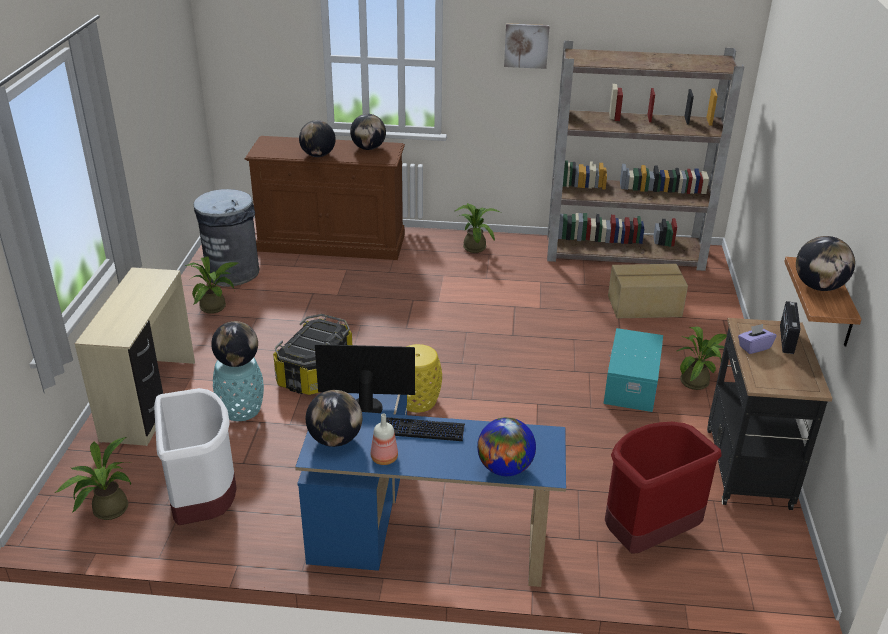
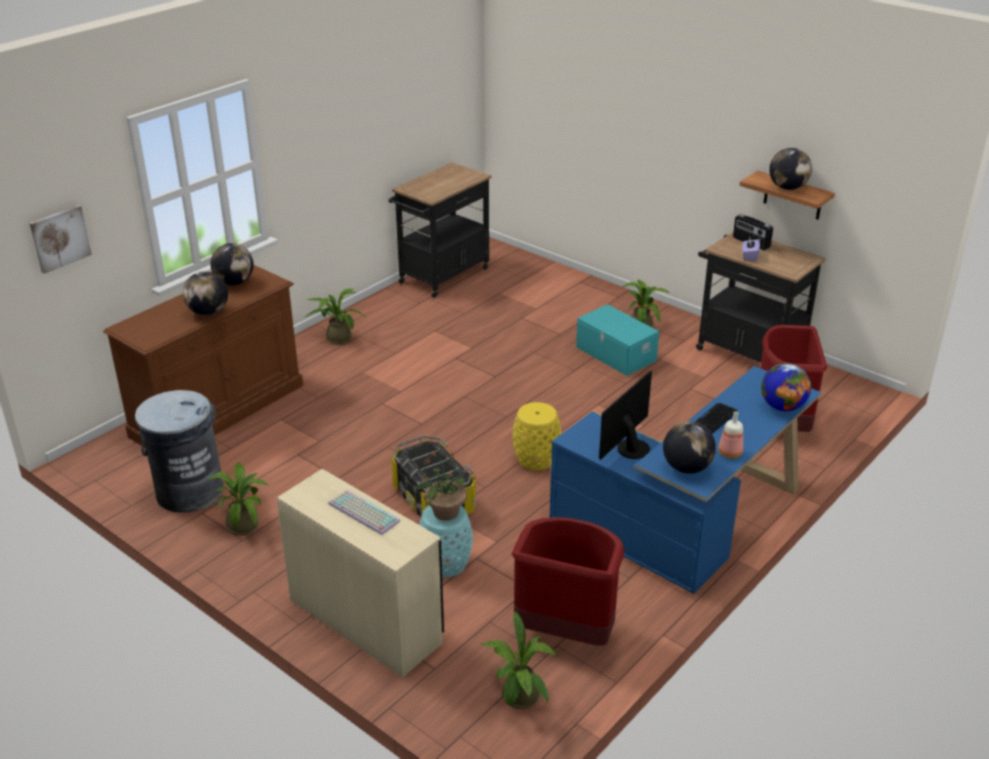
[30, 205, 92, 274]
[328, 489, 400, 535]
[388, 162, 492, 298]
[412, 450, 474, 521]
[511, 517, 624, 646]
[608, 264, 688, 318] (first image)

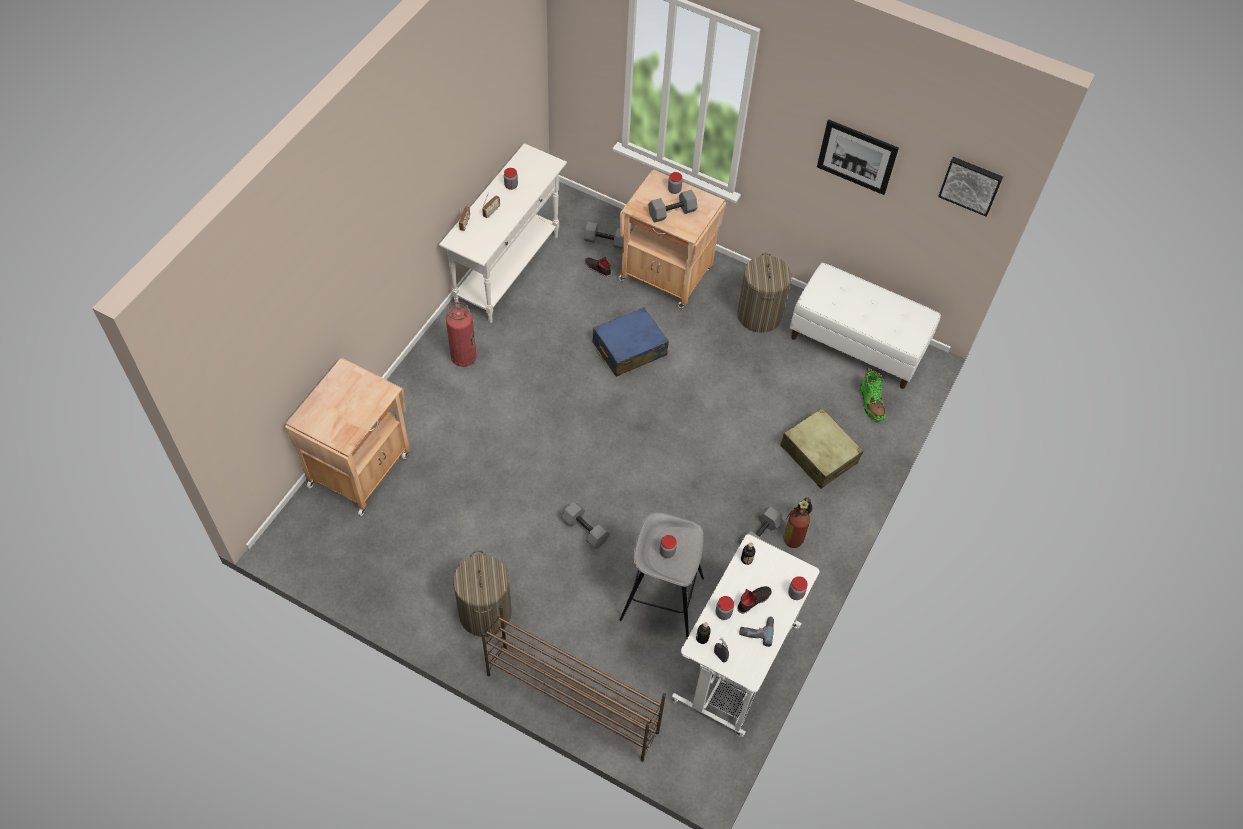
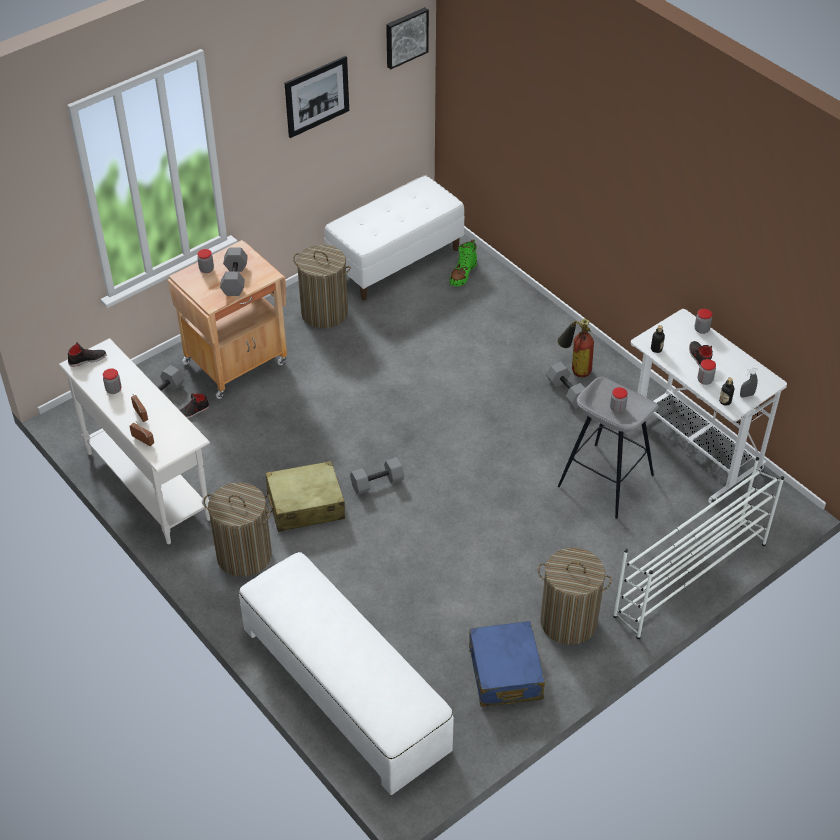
[67, 343, 106, 367]
[204, 483, 272, 577]
[239, 552, 454, 795]
[265, 461, 345, 532]
[350, 457, 404, 495]
[449, 240, 477, 286]
[469, 621, 545, 707]
[613, 457, 784, 639]
[739, 616, 774, 647] (first image)

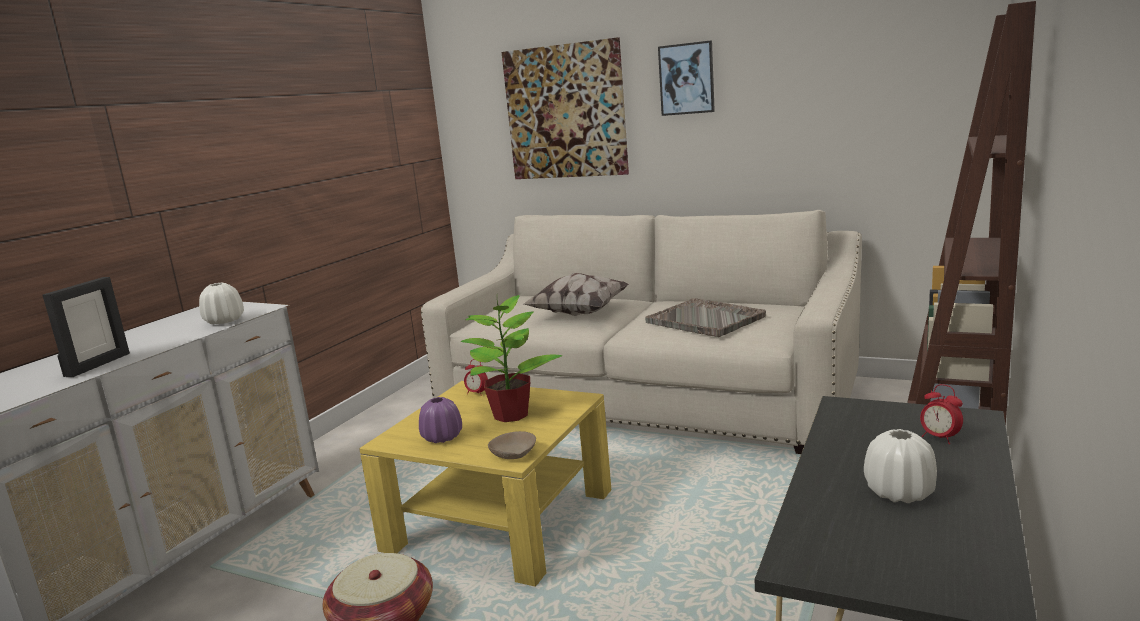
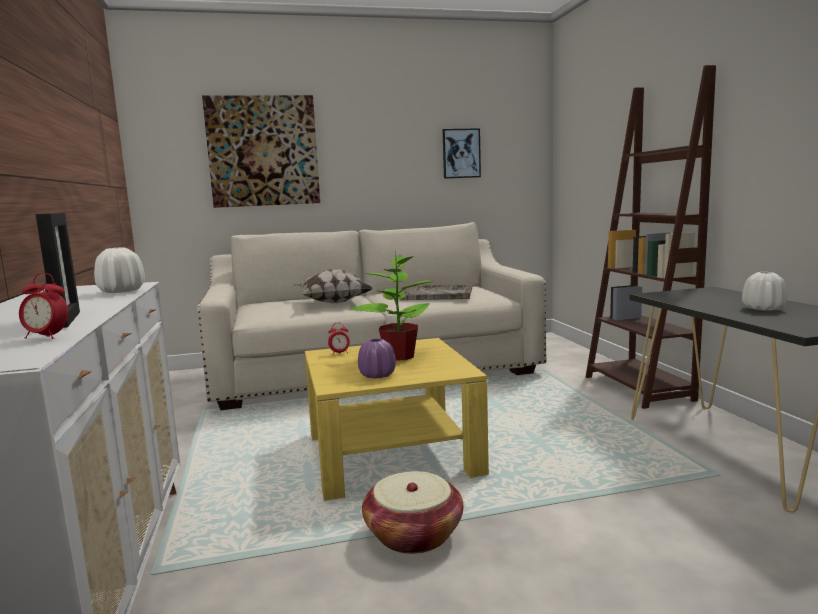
[19, 273, 68, 339]
[442, 128, 481, 179]
[488, 431, 536, 459] (first image)

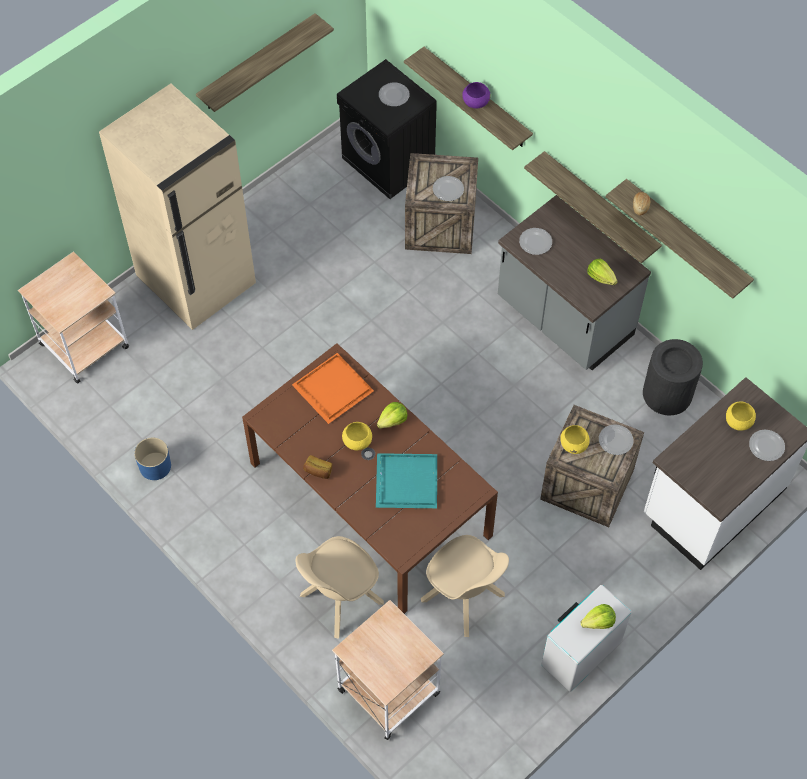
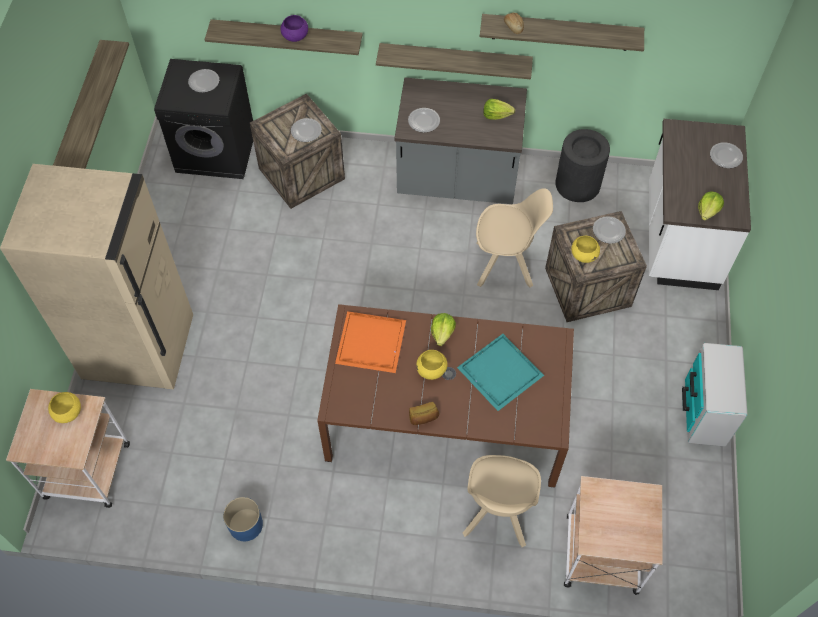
[48, 392, 81, 423]
[476, 188, 553, 288]
[698, 192, 724, 221]

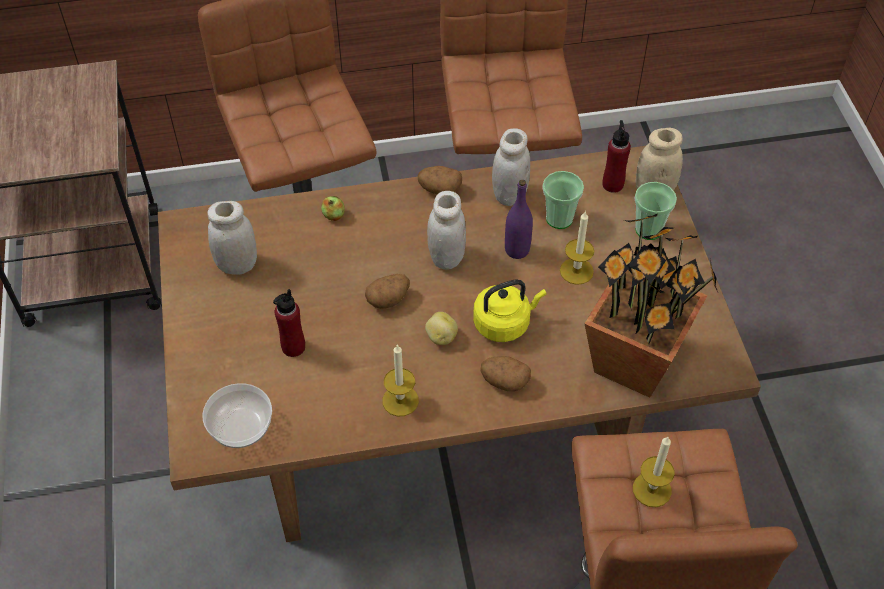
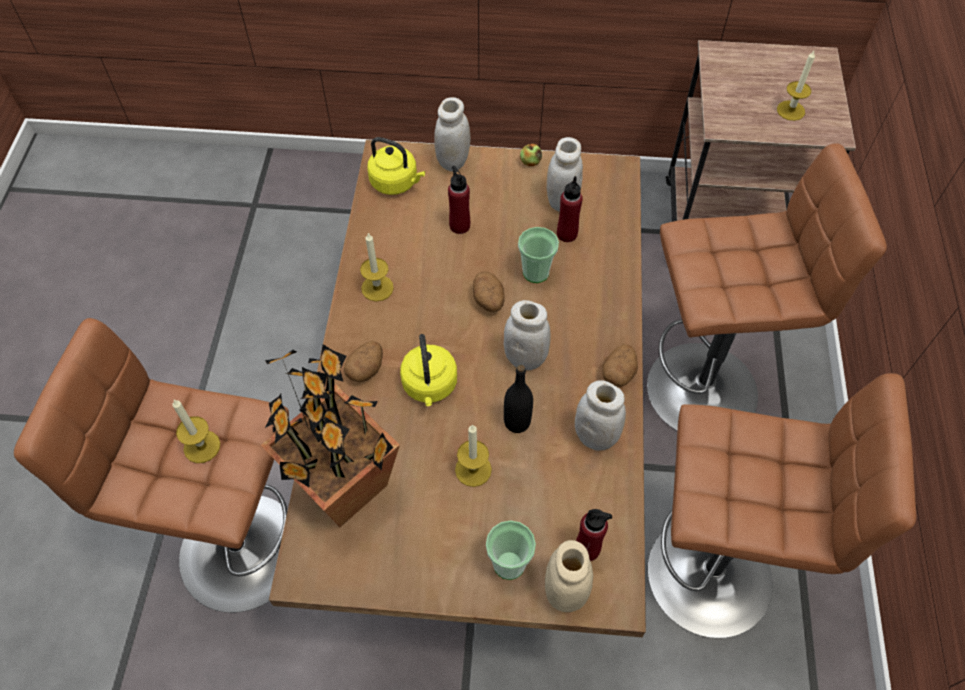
[367, 137, 425, 195]
[434, 97, 470, 172]
[504, 365, 533, 433]
[518, 227, 559, 283]
[520, 144, 542, 166]
[557, 176, 583, 242]
[777, 51, 815, 121]
[425, 312, 458, 345] (first image)

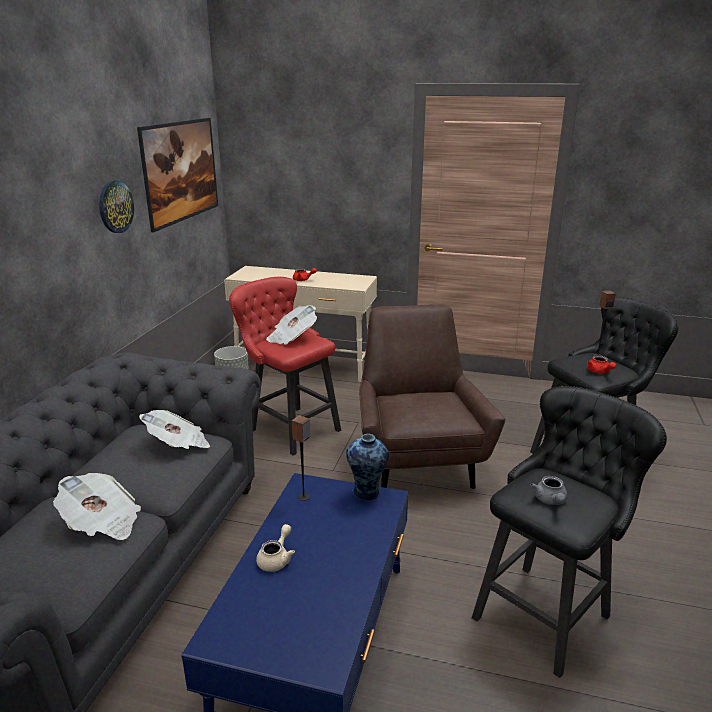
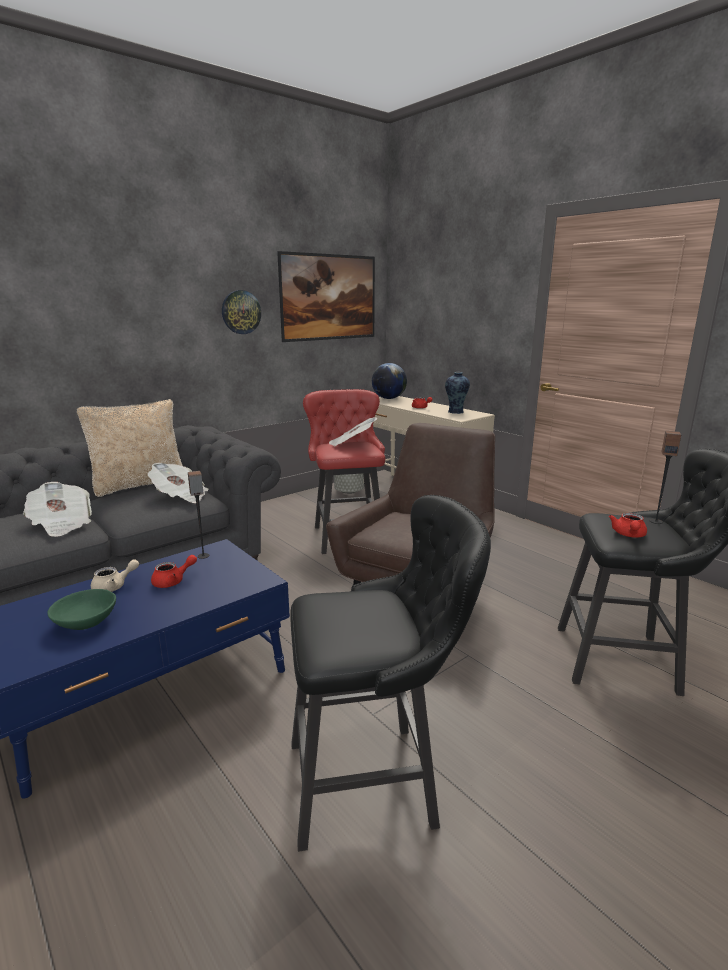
[47, 589, 116, 630]
[77, 399, 183, 497]
[151, 555, 197, 588]
[372, 363, 407, 399]
[445, 372, 470, 414]
[530, 476, 567, 505] (first image)

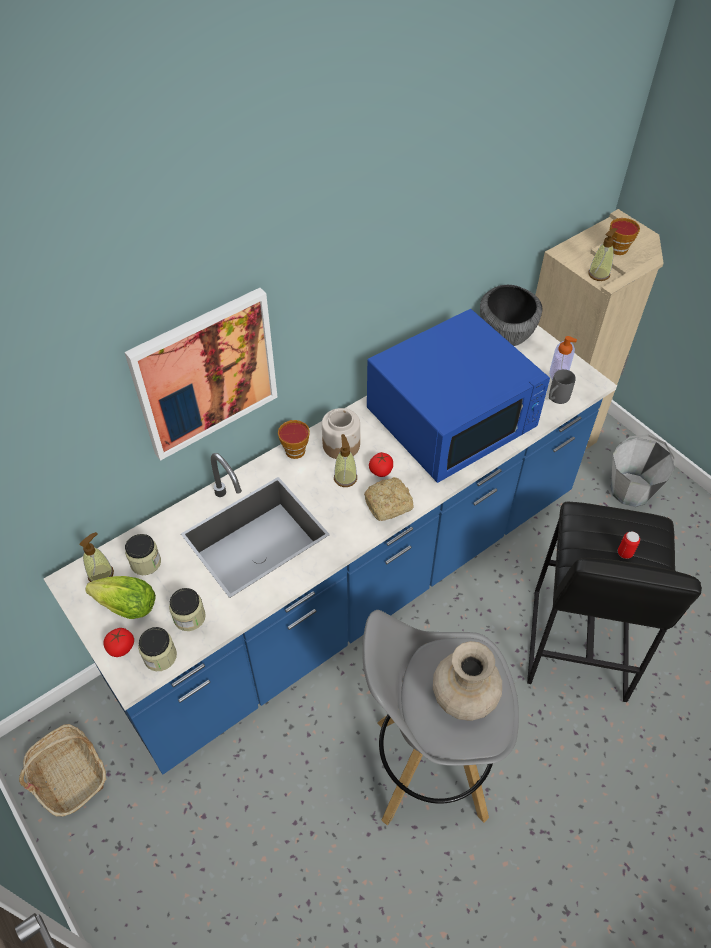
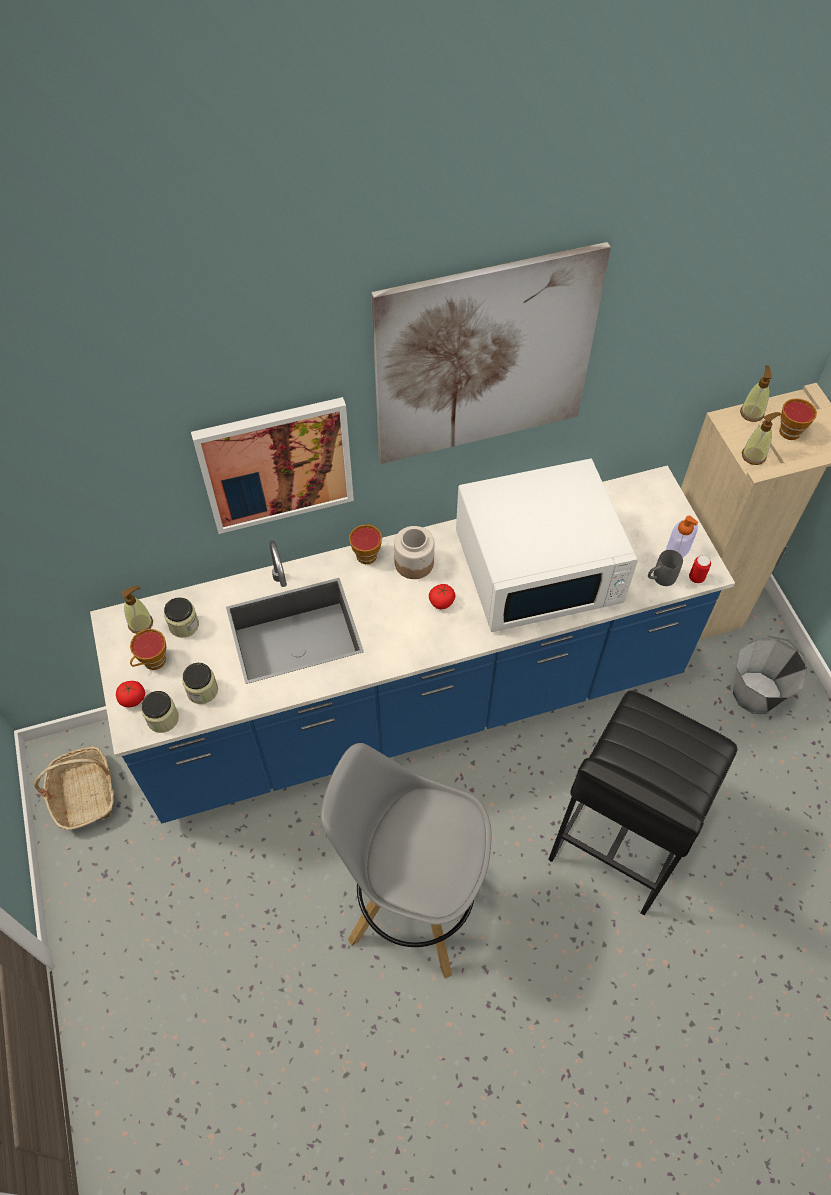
[130, 629, 166, 670]
[371, 242, 611, 464]
[456, 459, 638, 632]
[689, 556, 711, 583]
[740, 365, 772, 422]
[364, 477, 414, 521] (first image)
[433, 641, 502, 721] (first image)
[480, 285, 542, 346] (first image)

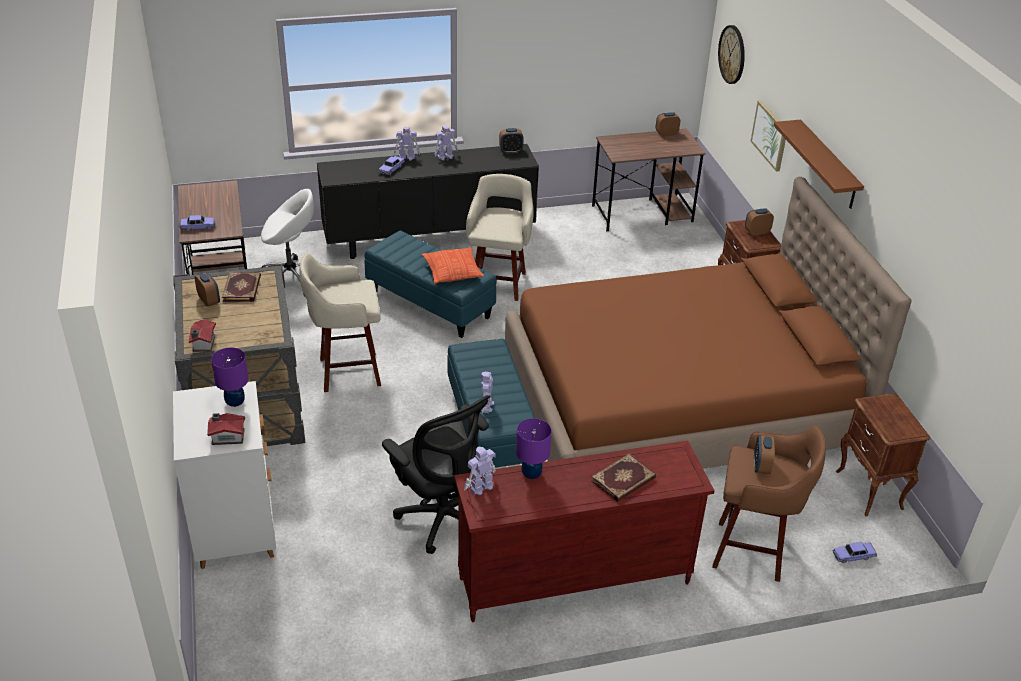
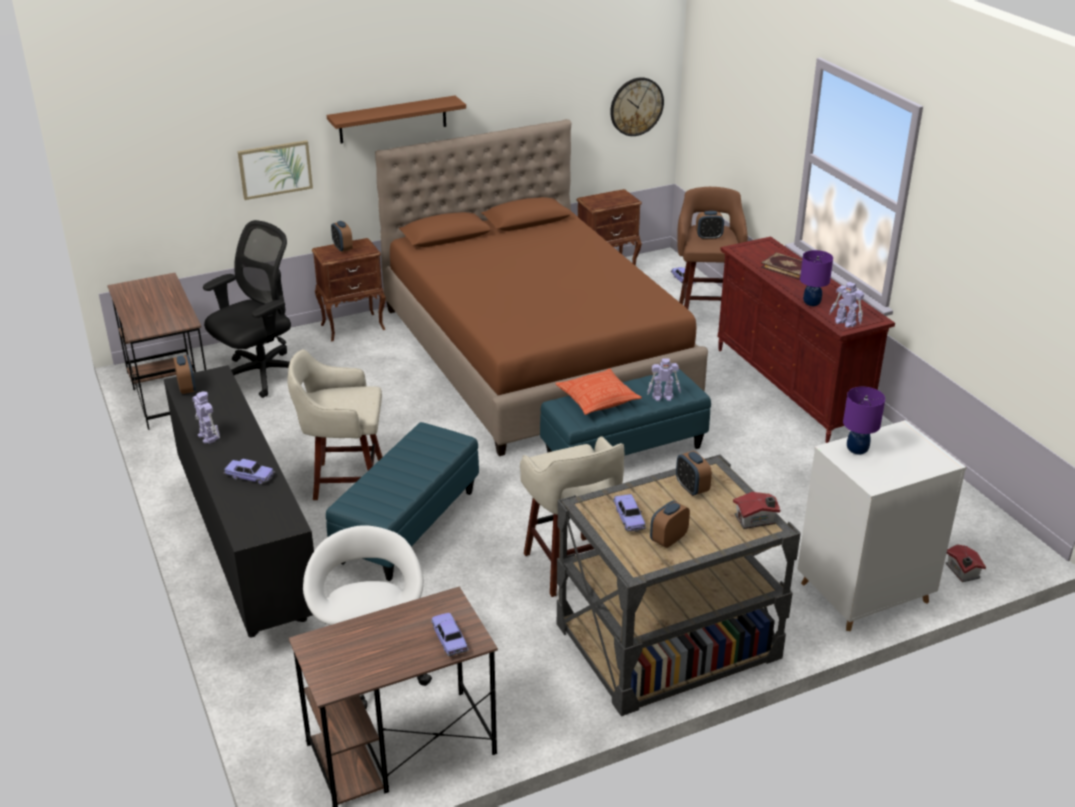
[203, 220, 291, 398]
[555, 369, 642, 415]
[610, 77, 664, 136]
[613, 494, 646, 532]
[676, 451, 712, 496]
[945, 544, 986, 582]
[394, 127, 420, 161] (first image)

